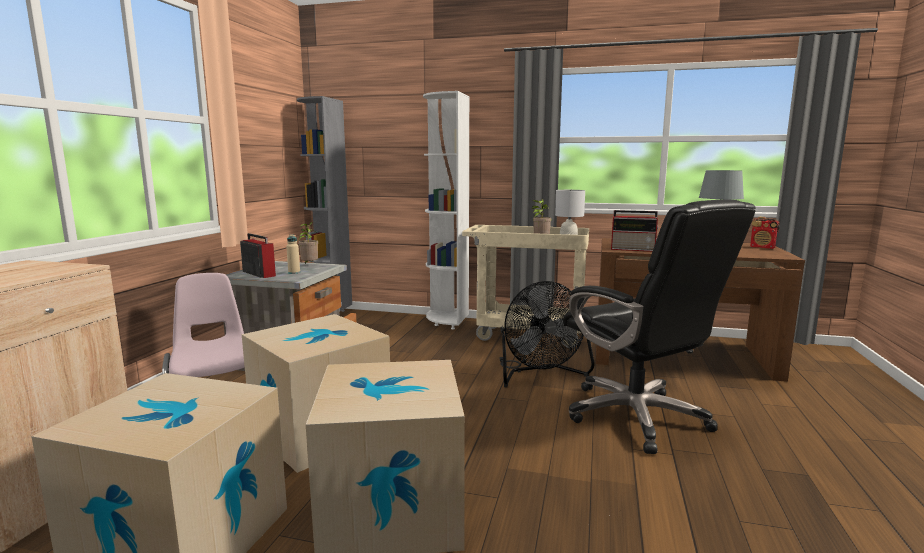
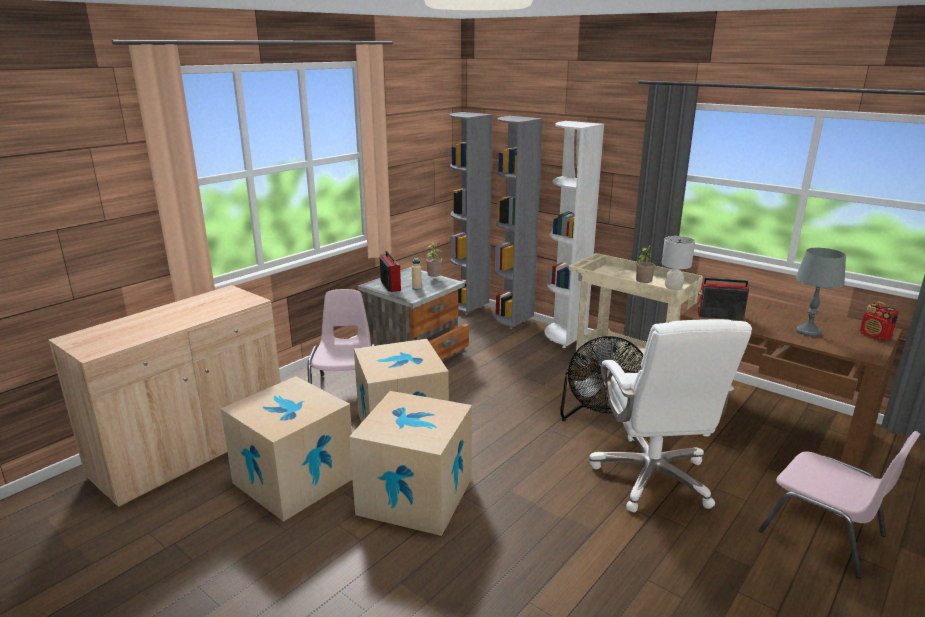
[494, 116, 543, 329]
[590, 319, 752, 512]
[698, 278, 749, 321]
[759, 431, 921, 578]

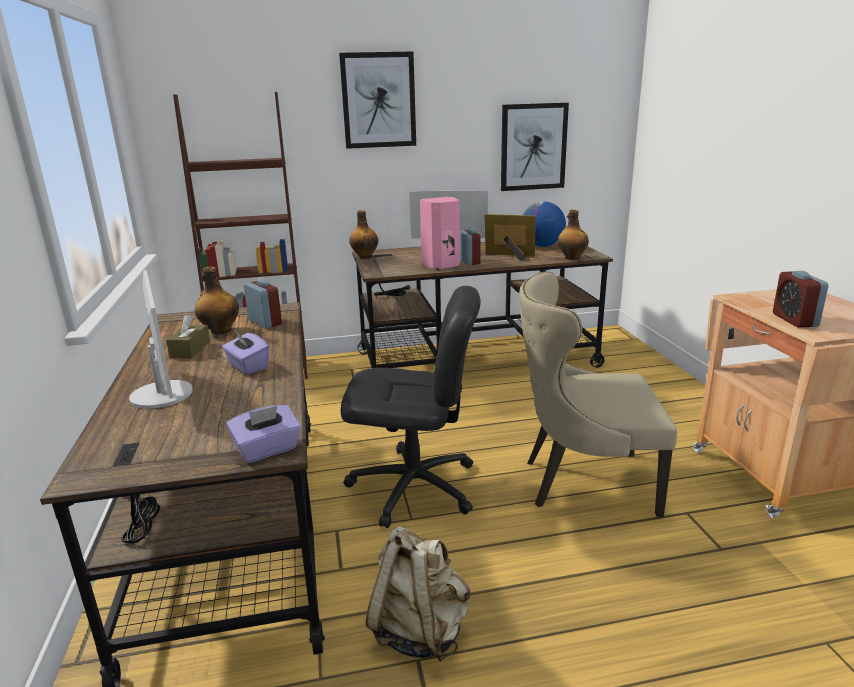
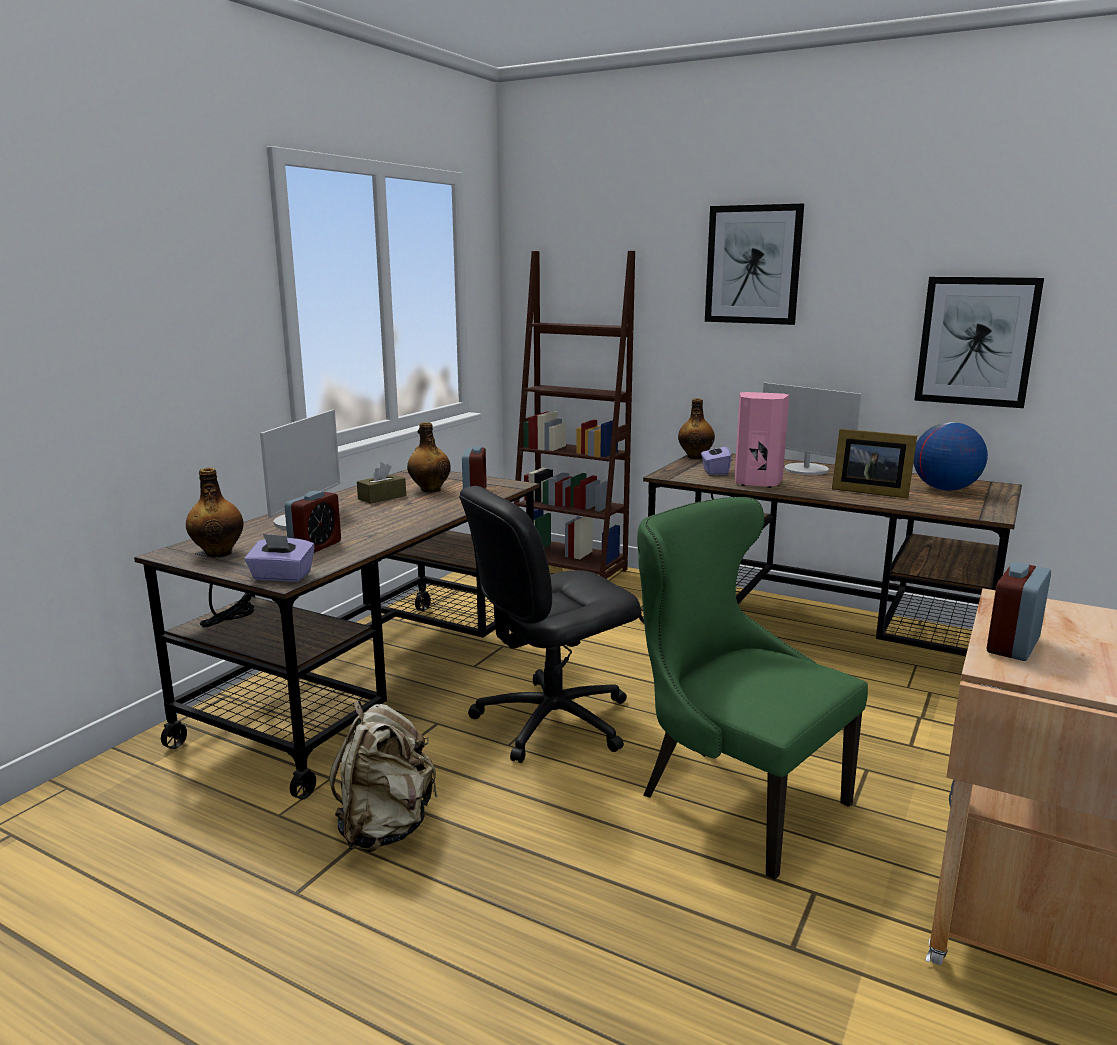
[186, 468, 243, 557]
[284, 491, 341, 553]
[459, 486, 641, 763]
[637, 497, 868, 880]
[701, 441, 732, 475]
[832, 429, 917, 498]

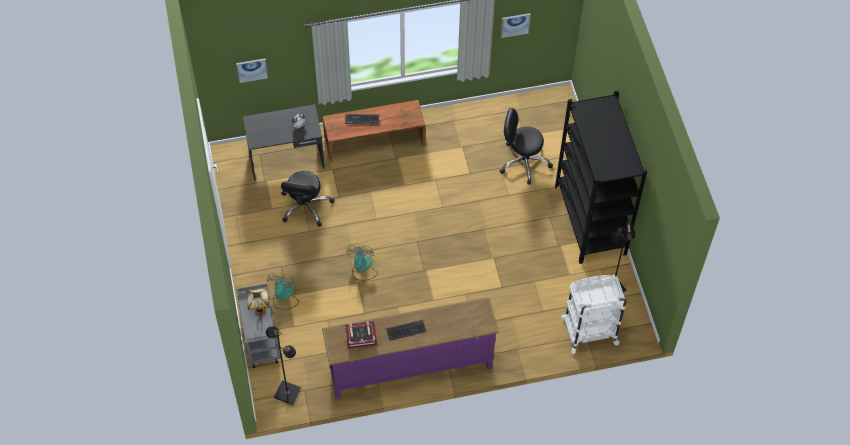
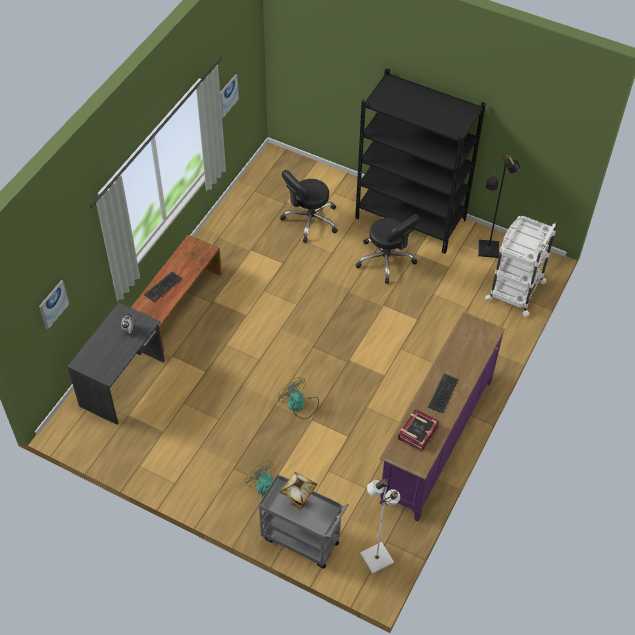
[355, 214, 420, 284]
[360, 478, 400, 574]

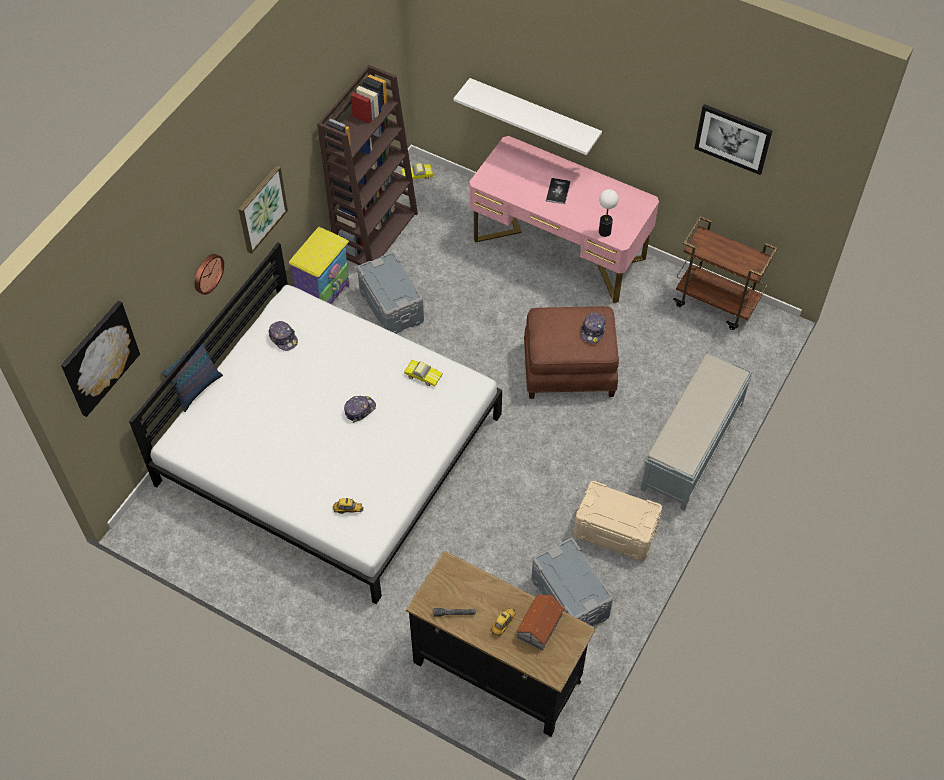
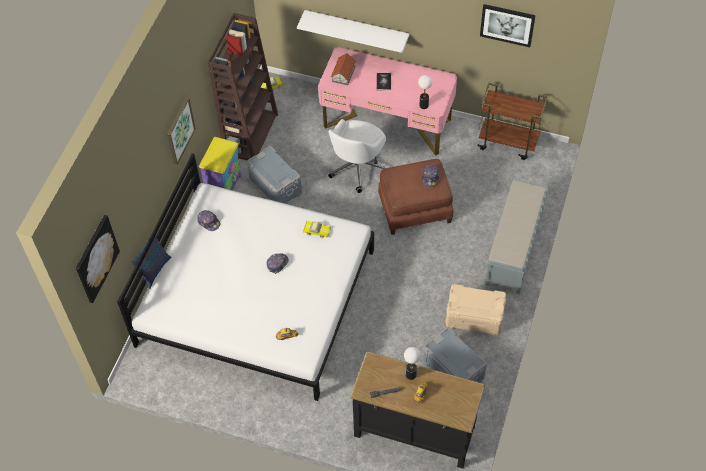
[328, 119, 386, 193]
[331, 53, 356, 85]
[404, 347, 421, 380]
[195, 254, 224, 295] (first image)

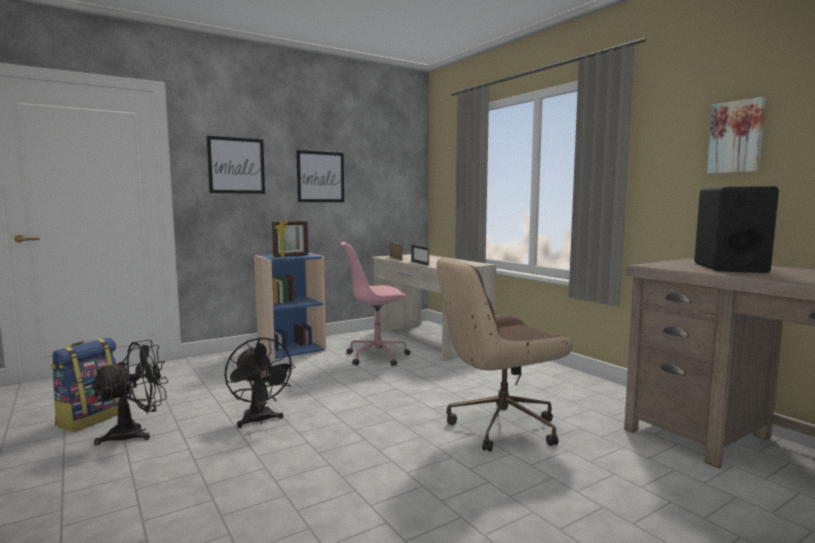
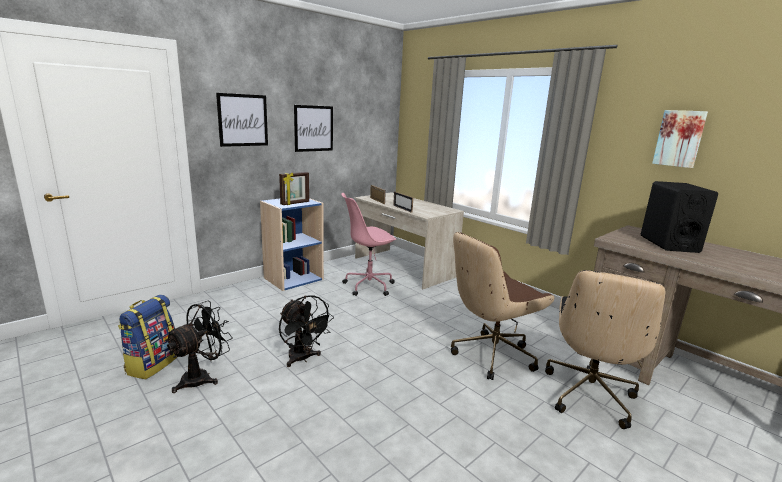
[545, 270, 665, 429]

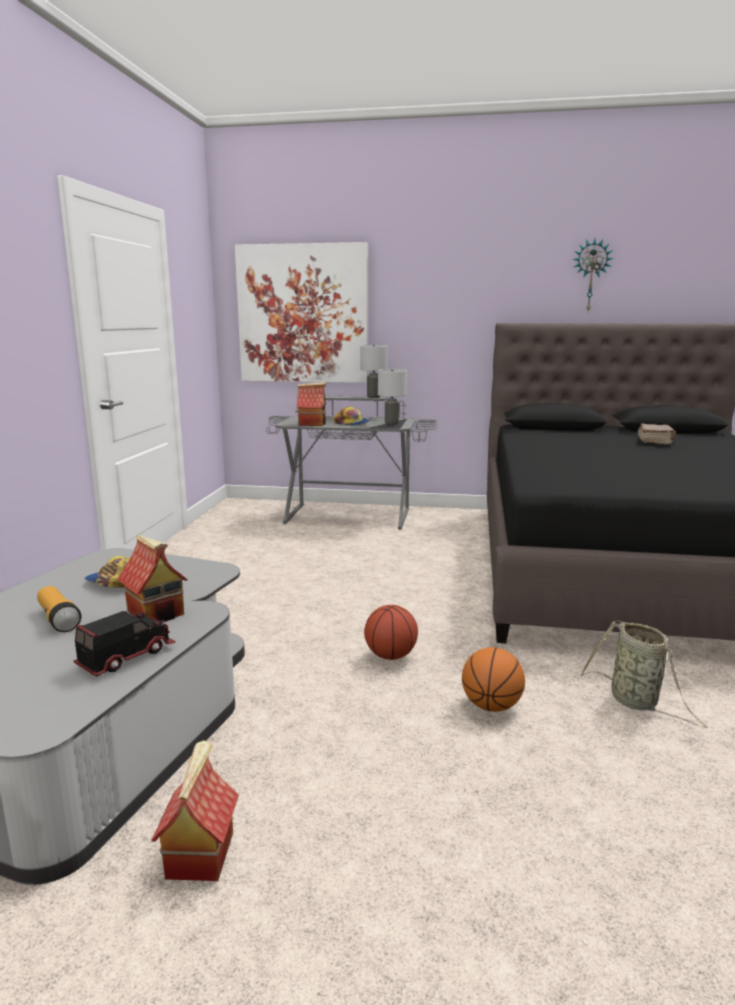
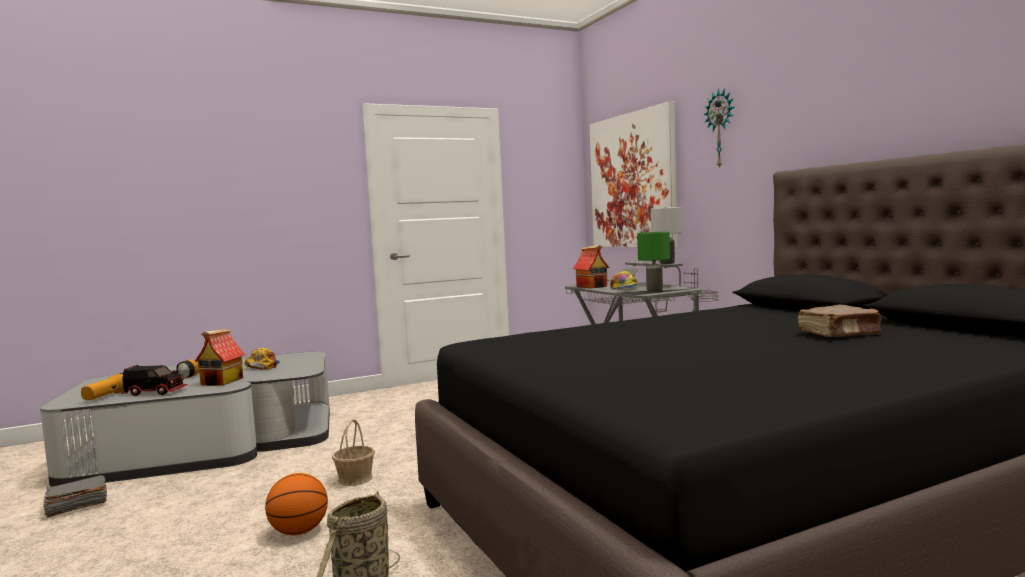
[43, 475, 107, 518]
[81, 372, 124, 400]
[332, 419, 375, 486]
[637, 231, 670, 292]
[703, 88, 734, 169]

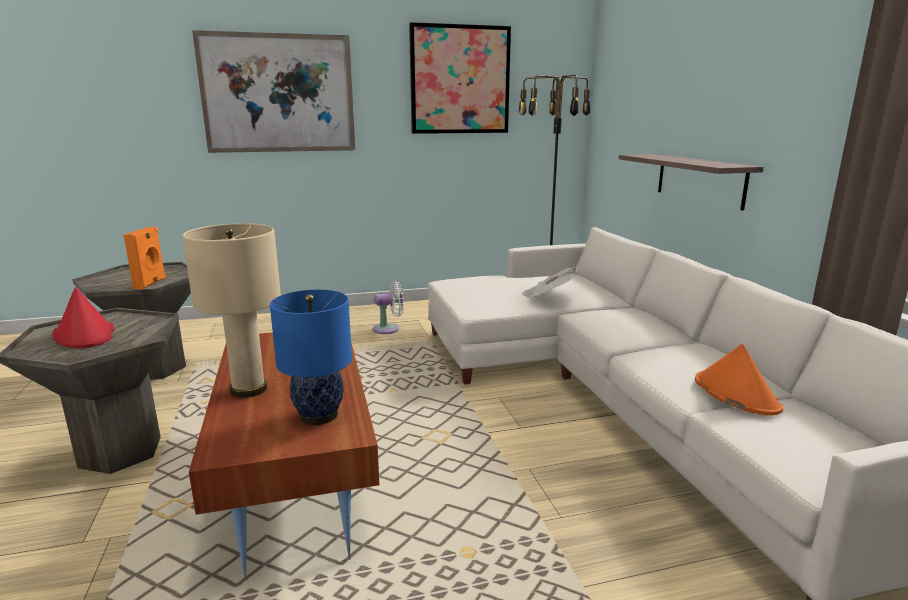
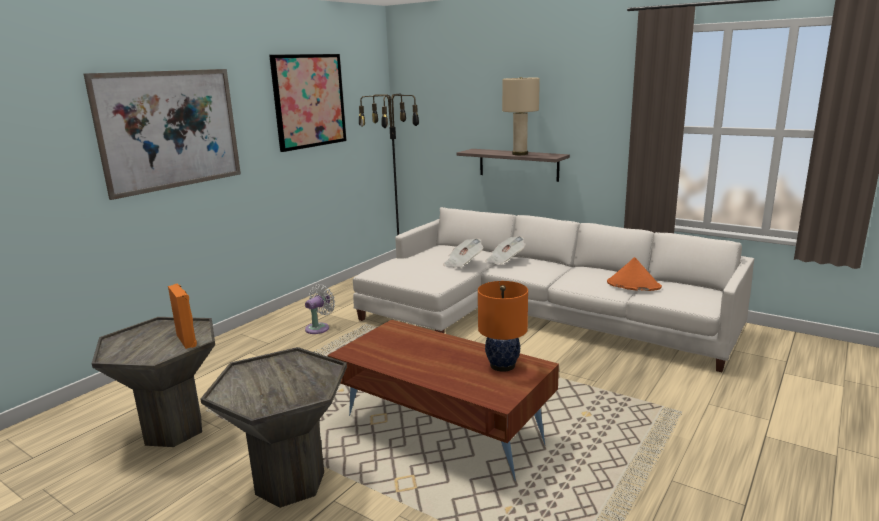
[478, 281, 528, 372]
[485, 236, 525, 265]
[502, 77, 540, 155]
[52, 287, 115, 348] (first image)

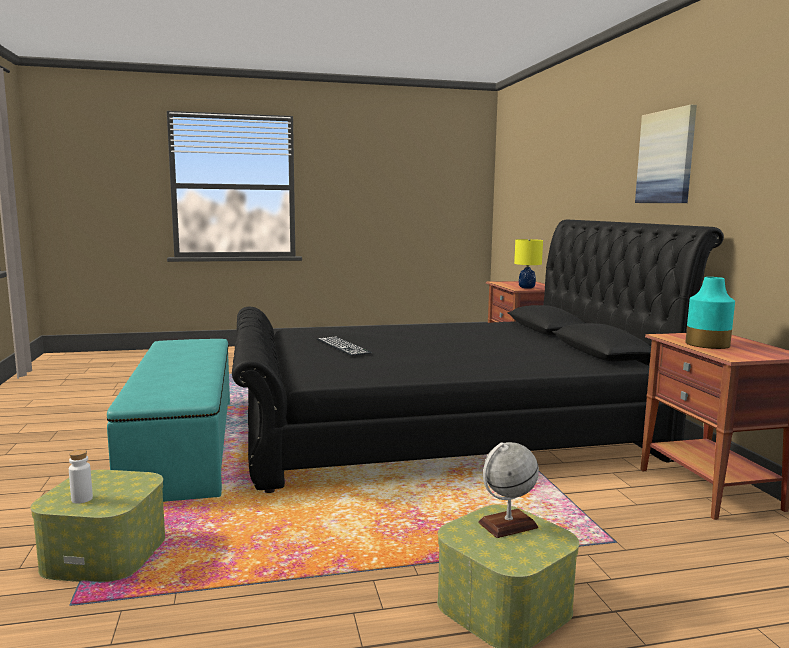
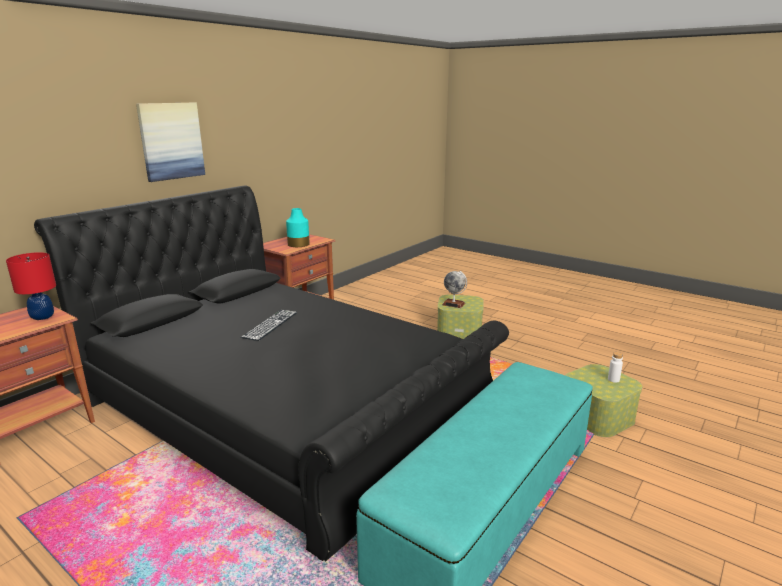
[6, 252, 56, 320]
[240, 310, 297, 341]

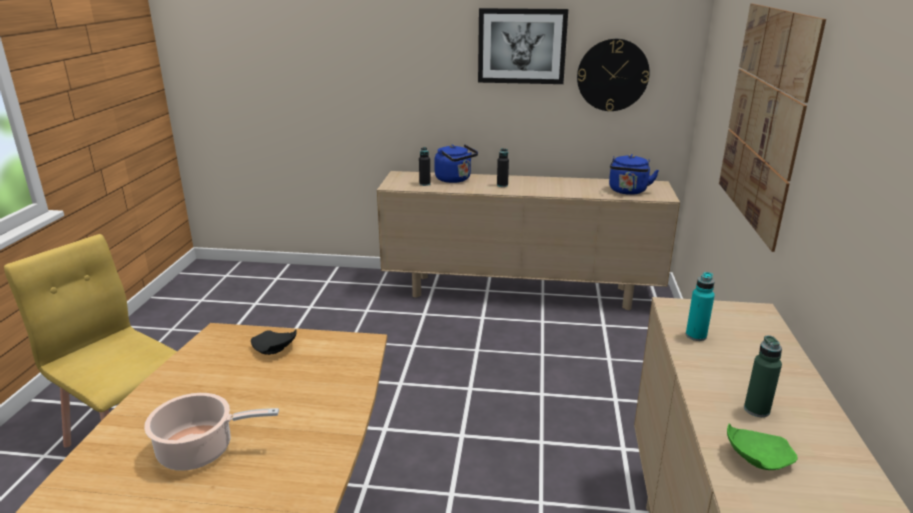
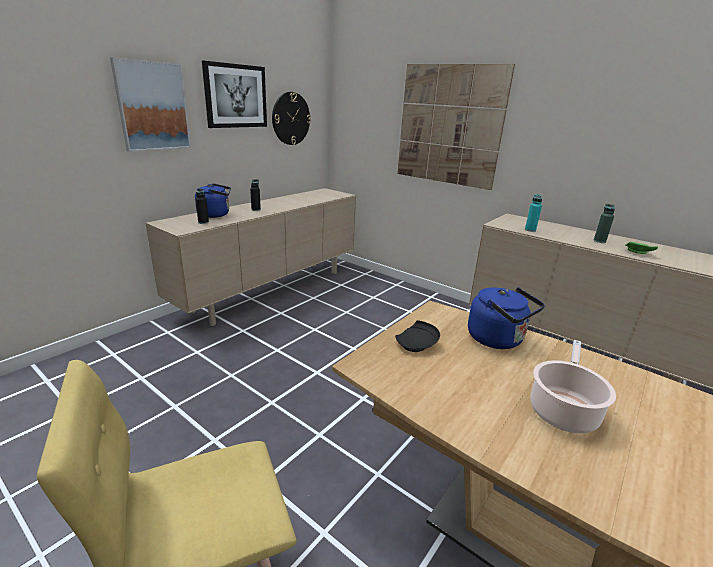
[110, 57, 191, 152]
[468, 287, 545, 349]

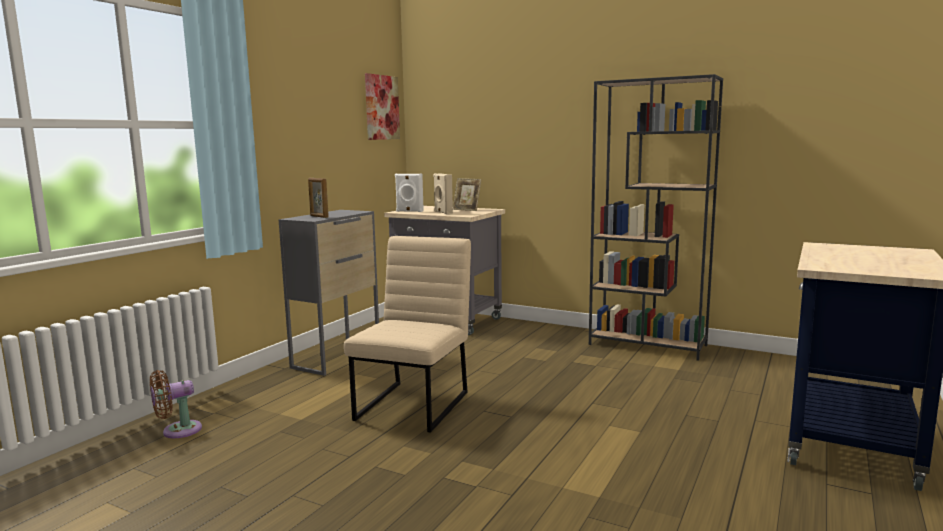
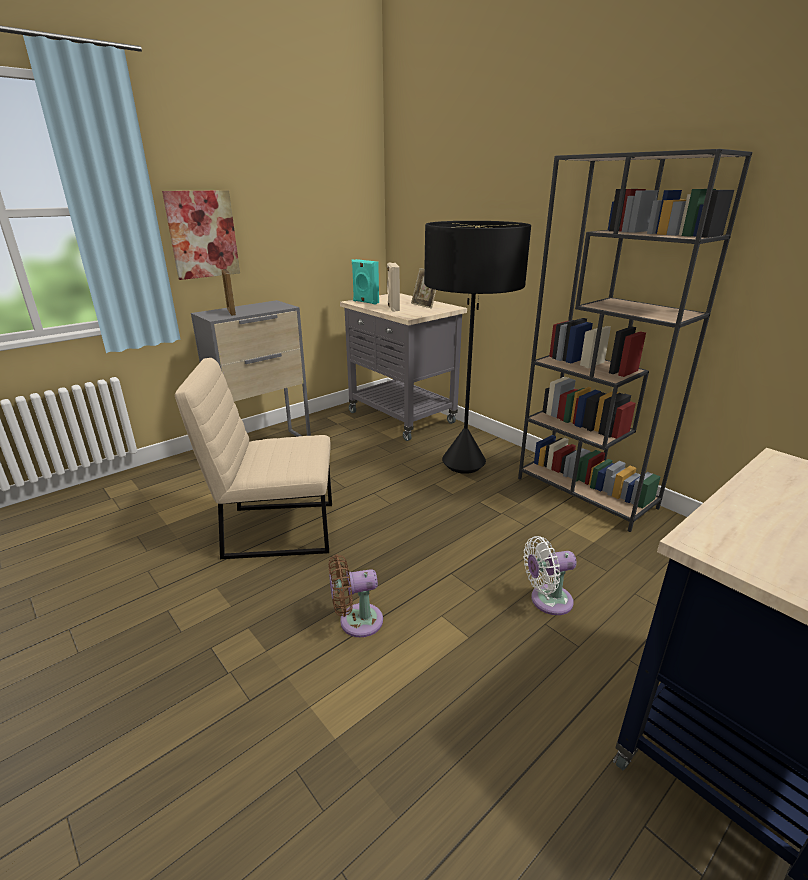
[162, 190, 240, 280]
[175, 358, 332, 559]
[329, 554, 383, 638]
[352, 259, 379, 304]
[424, 221, 531, 474]
[523, 536, 577, 615]

